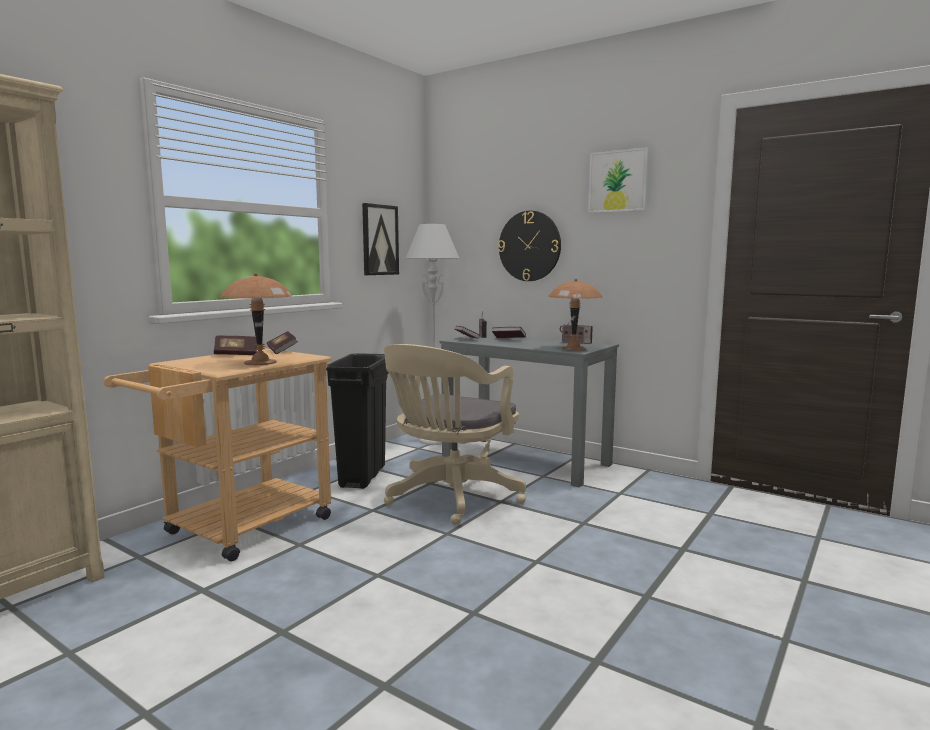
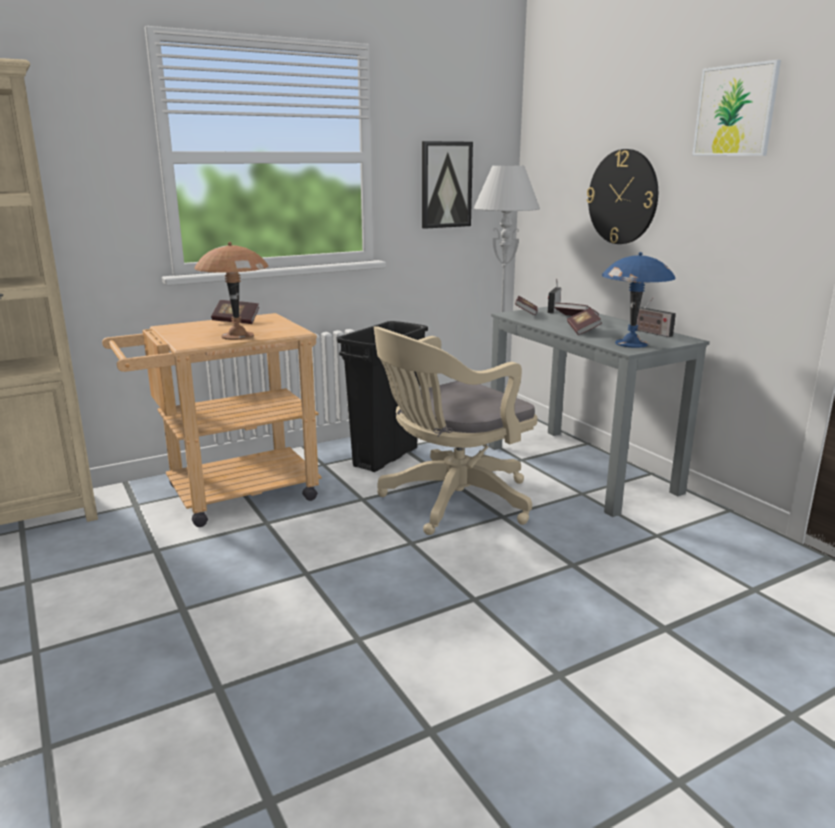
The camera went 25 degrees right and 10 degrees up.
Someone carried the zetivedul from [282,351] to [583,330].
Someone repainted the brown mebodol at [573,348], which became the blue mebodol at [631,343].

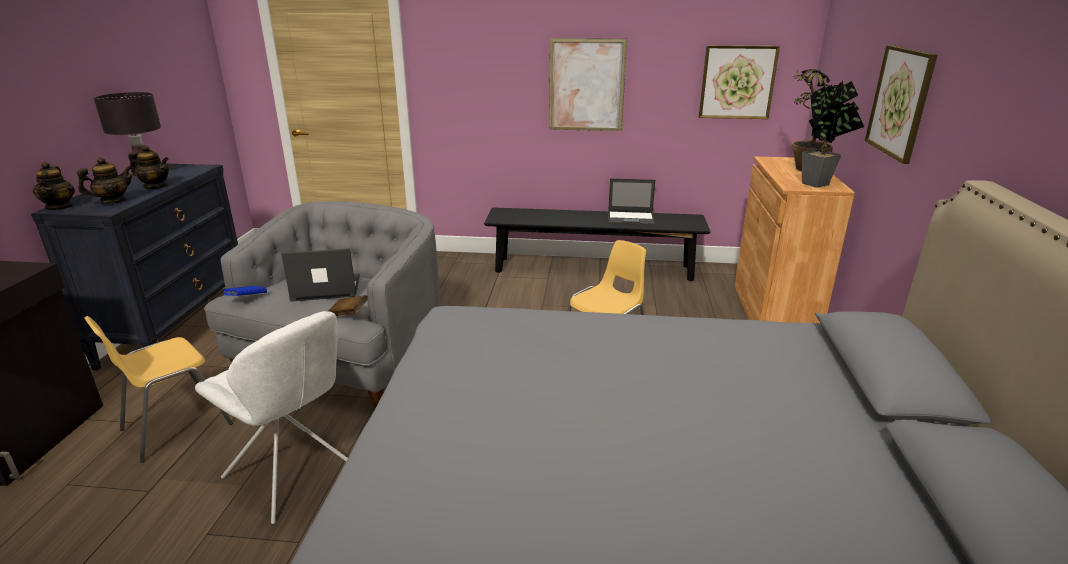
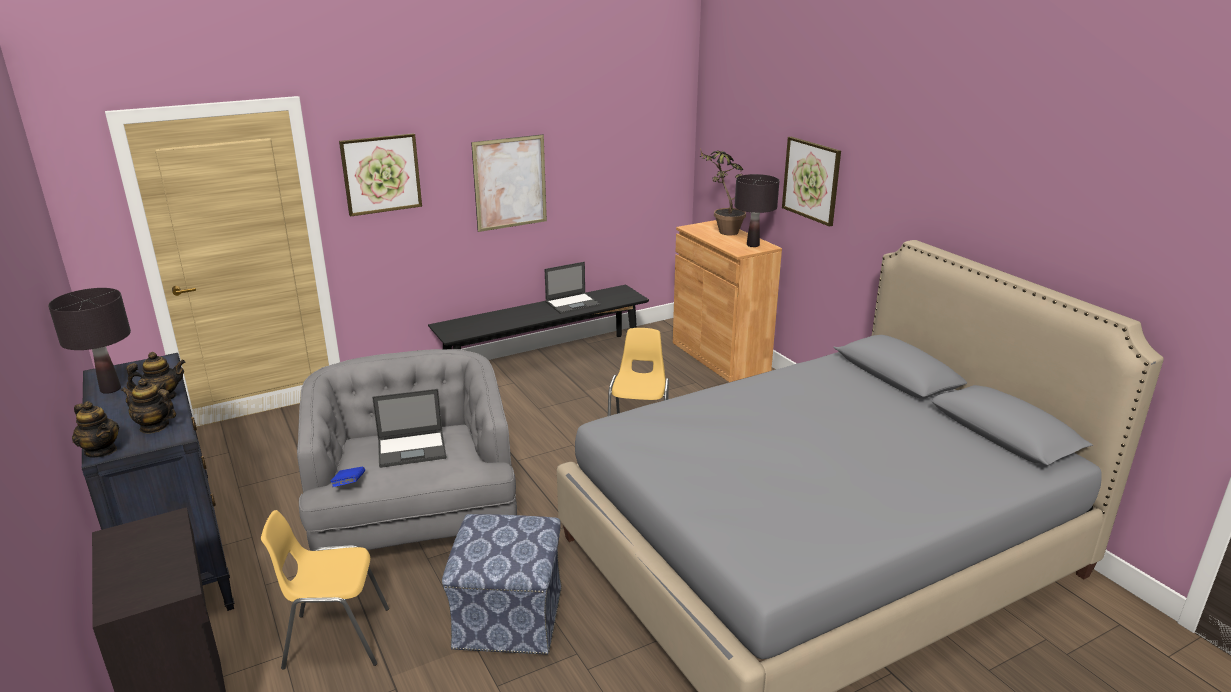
The camera went 35 degrees left and 0 degrees up.
Someone rotated the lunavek at [113,201] by 90 degrees counterclockwise.
Someone rotated the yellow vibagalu at [175,427] by 75 degrees clockwise.
Someone carried the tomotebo from [737,82] to [381,174].
Someone rotated the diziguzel at [325,288] by 150 degrees counterclockwise.
Someone swapped the white vibagalu at [293,476] for the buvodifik at [508,619].
Someone swapped the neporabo at [819,184] for the black mebodol at [753,245].
Someone took away the brown zetivedul at [349,314].

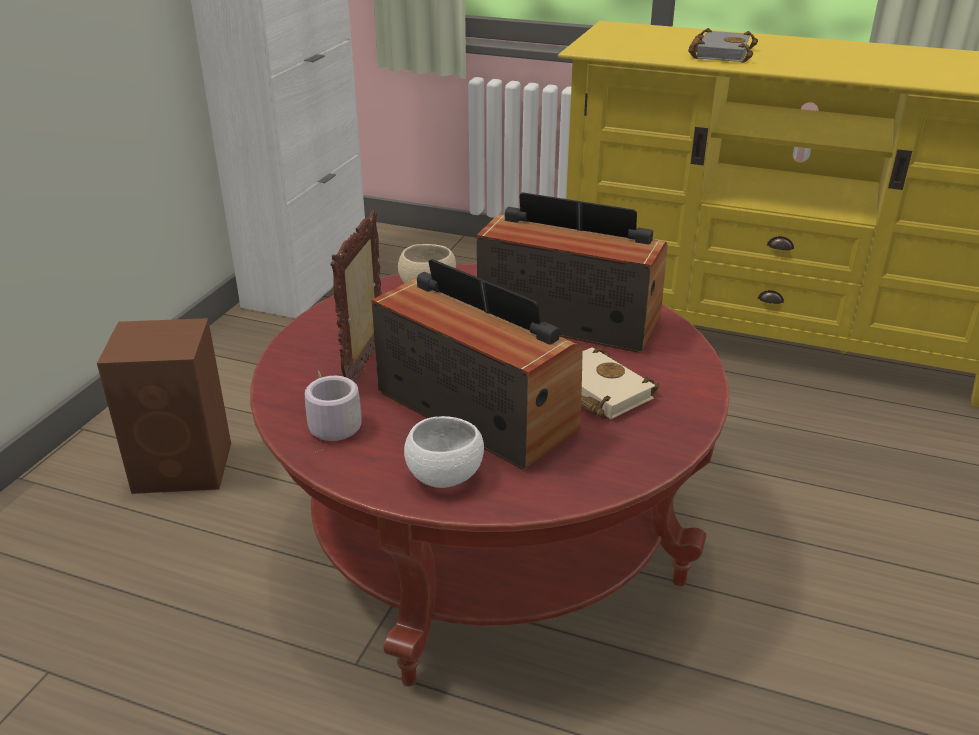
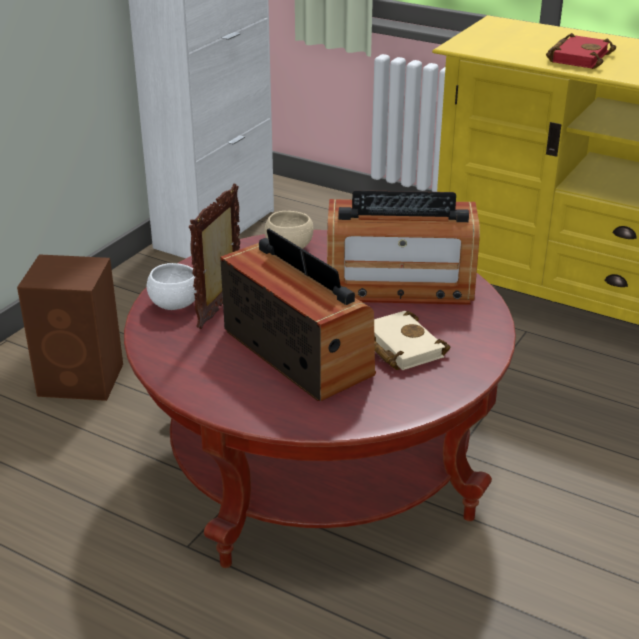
The camera went 10 degrees right and 0 degrees up.
Someone carried the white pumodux from [445,477] to [175,305].
Someone rotated the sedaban at [569,319] by 150 degrees clockwise.
Someone repainted the grey zetivedul at [719,53], which became the red zetivedul at [578,57].
Someone took away the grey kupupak at [329,425].

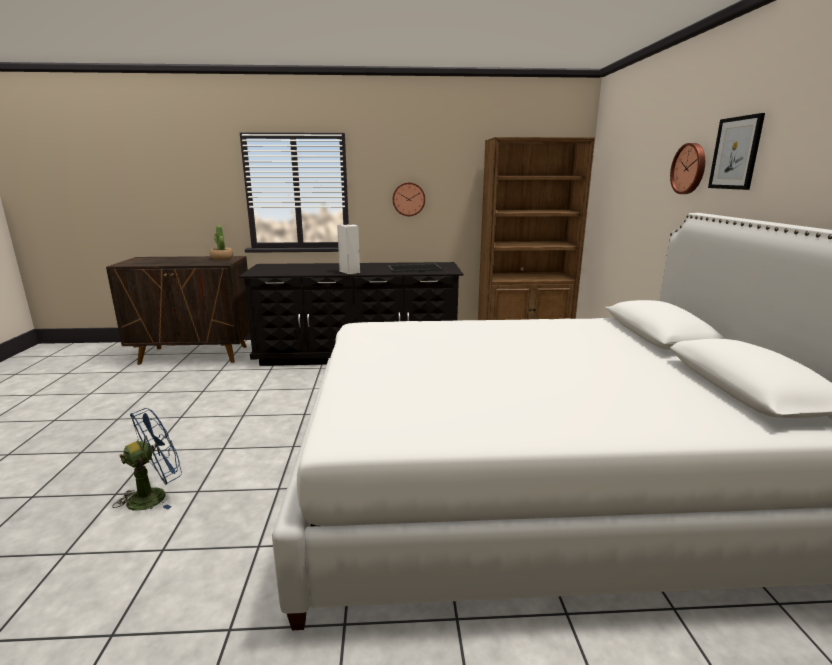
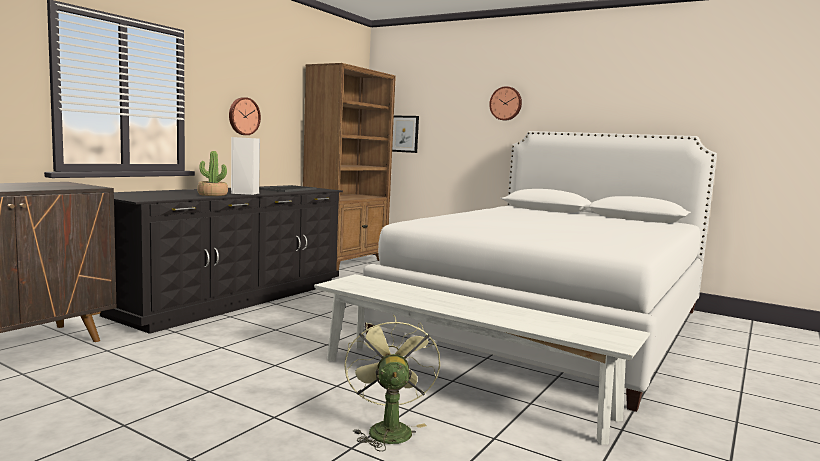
The camera went 55 degrees left and 10 degrees down.
Someone carried the neporabo from [221,258] to [212,195].
Someone put down the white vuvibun at [460,387].
Someone repainted the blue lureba at [155,495], which became the green lureba at [387,428].
Someone carried the tomotebo from [735,153] to [404,134].

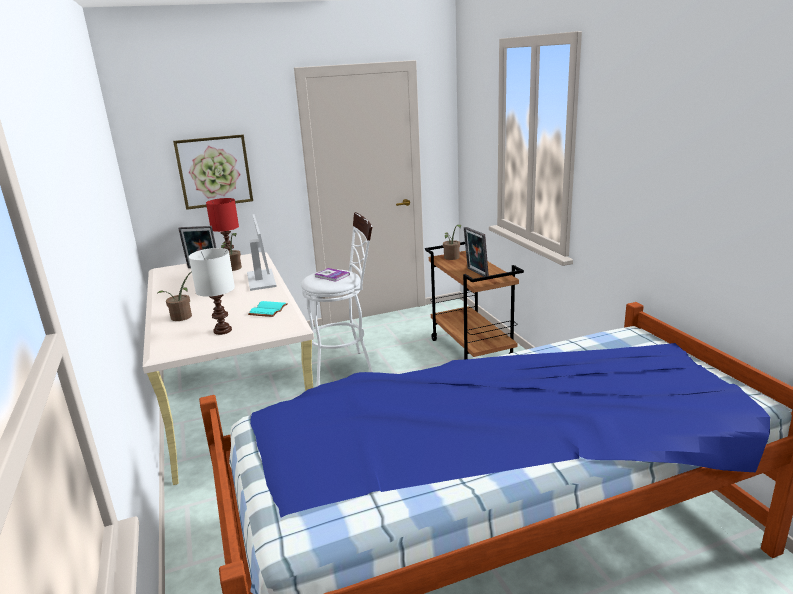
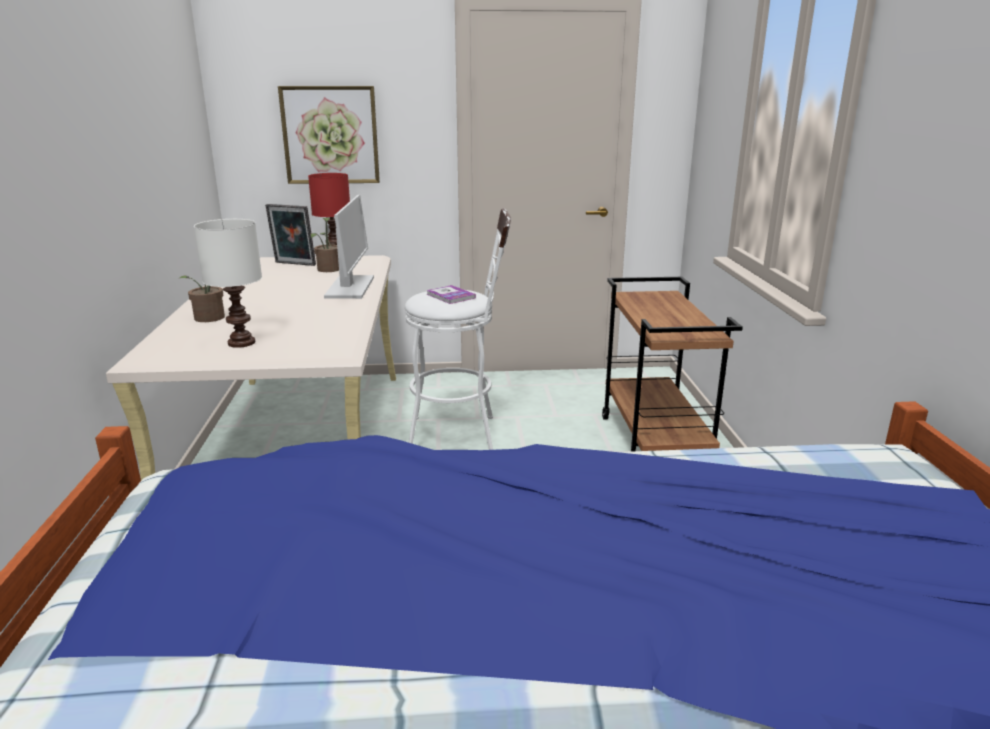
The camera went 15 degrees right and 0 degrees up.
Someone took away the turquoise zetivedul at [269,310].
Someone took away the neporabo at [452,258].
Someone took away the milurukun at [476,273].

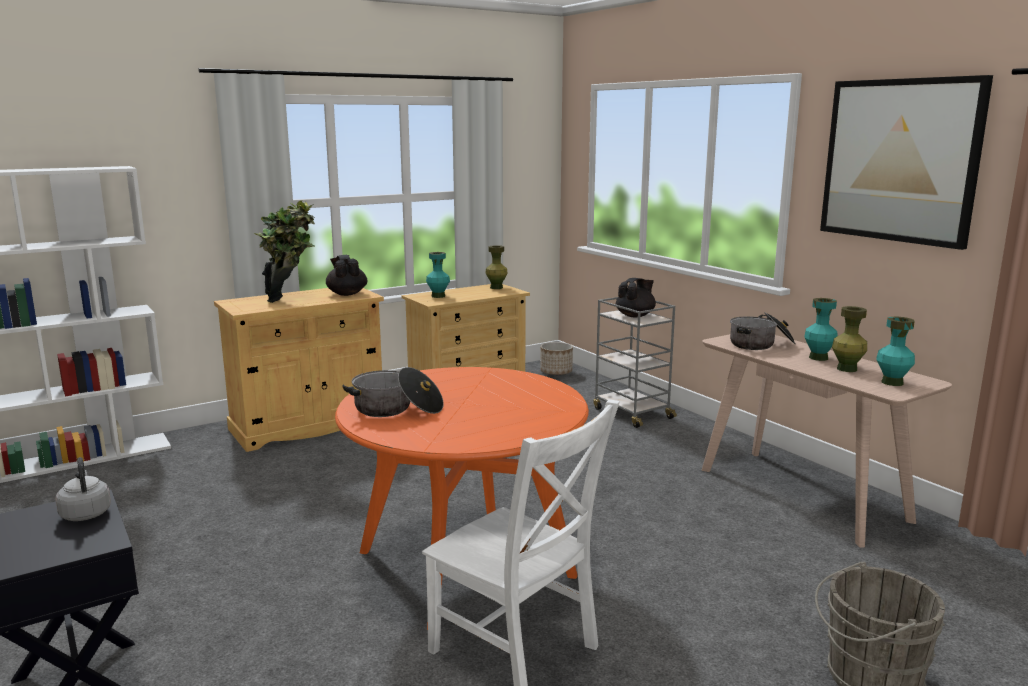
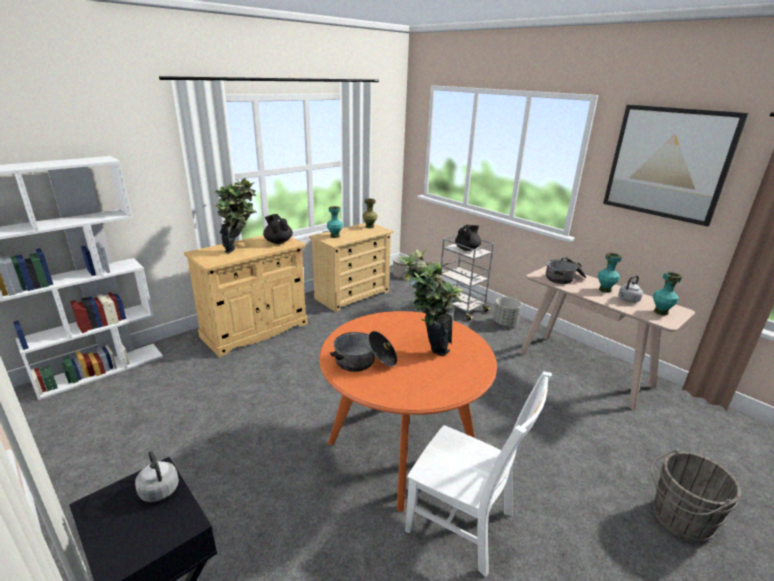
The camera went 10 degrees left and 10 degrees up.
Someone put down the neporabo at [426,347].
Someone put down the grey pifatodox at [505,323].
Someone swapped the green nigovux at [847,369] for the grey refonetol at [627,300].

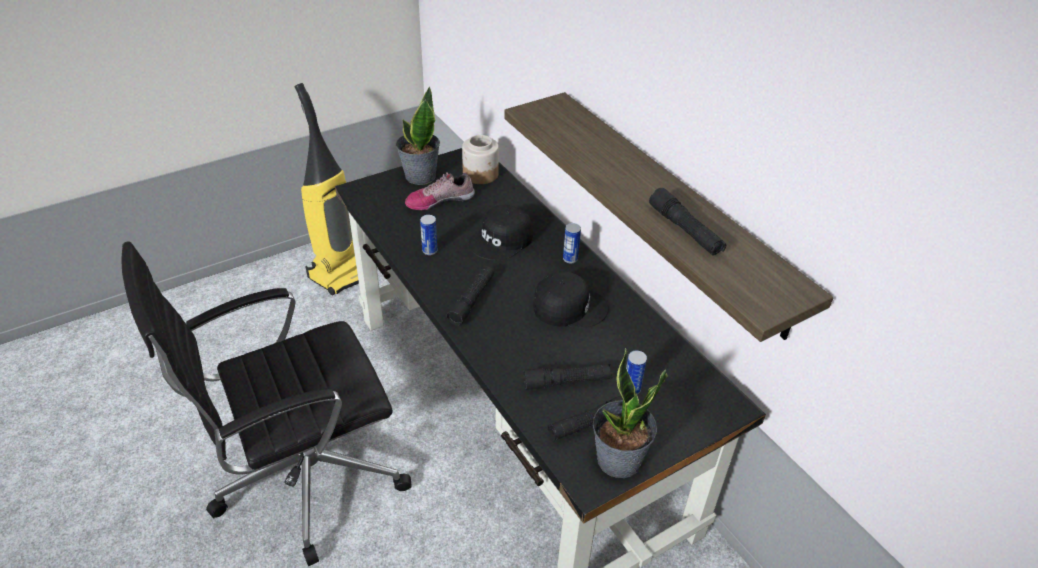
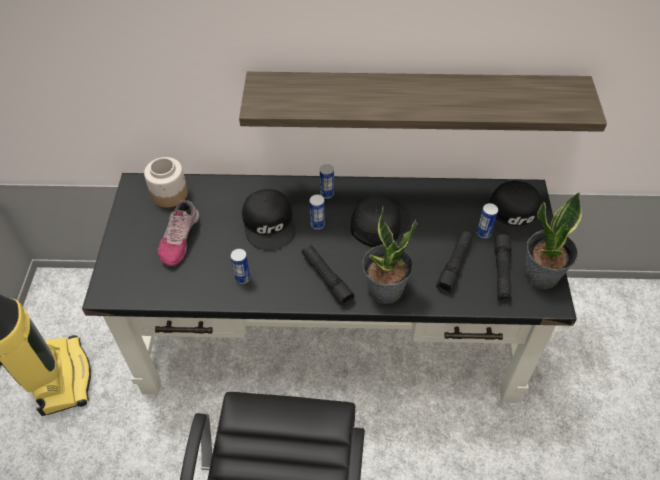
The camera went 55 degrees left and 10 degrees up.
Someone put down the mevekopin at [317,224].
Someone carried the neporabo from [419,176] to [385,290].
Someone put down the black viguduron at [516,215].
Someone took away the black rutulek at [685,230].

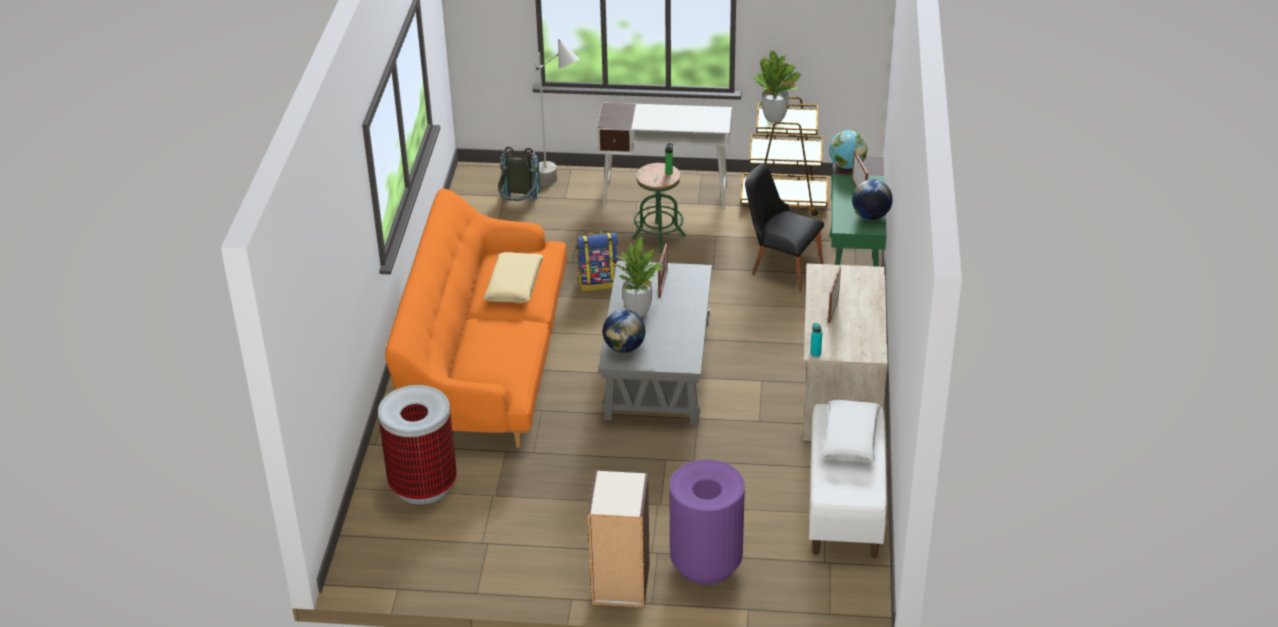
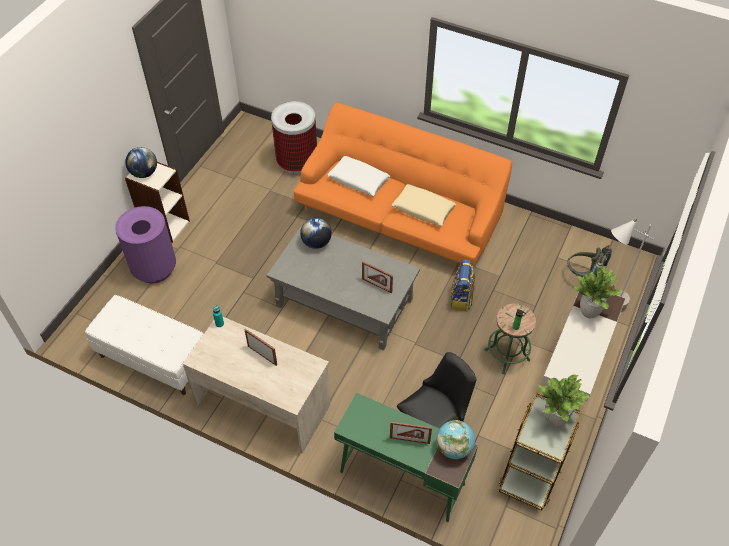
The camera went 110 degrees right and 15 degrees up.
Someone carried the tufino from [870,216] to [144,173].
Someone carried the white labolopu from [850,438] to [358,180].
Someone carried the neporabo from [637,311] to [589,312].

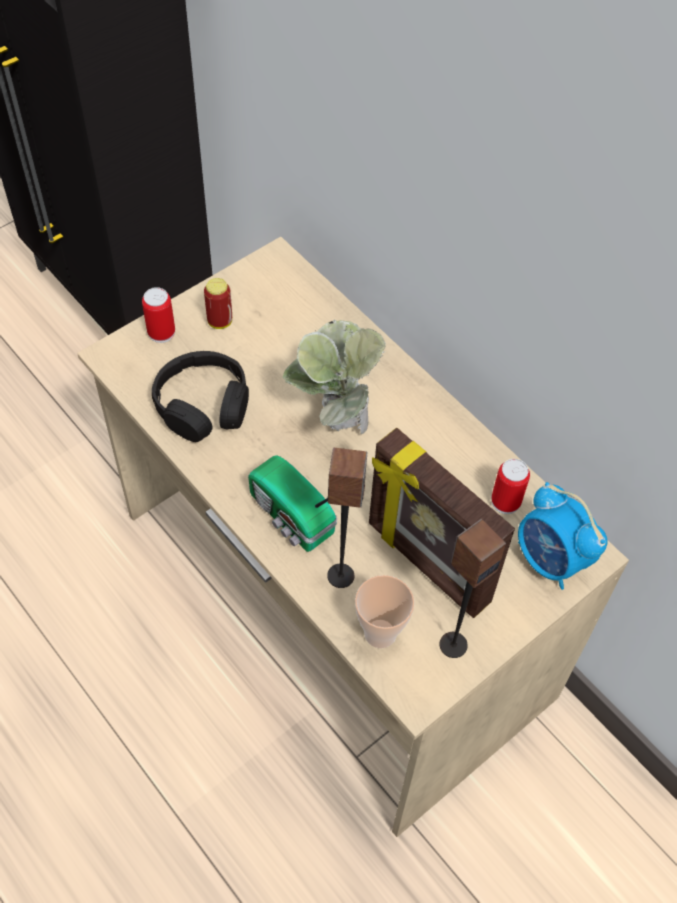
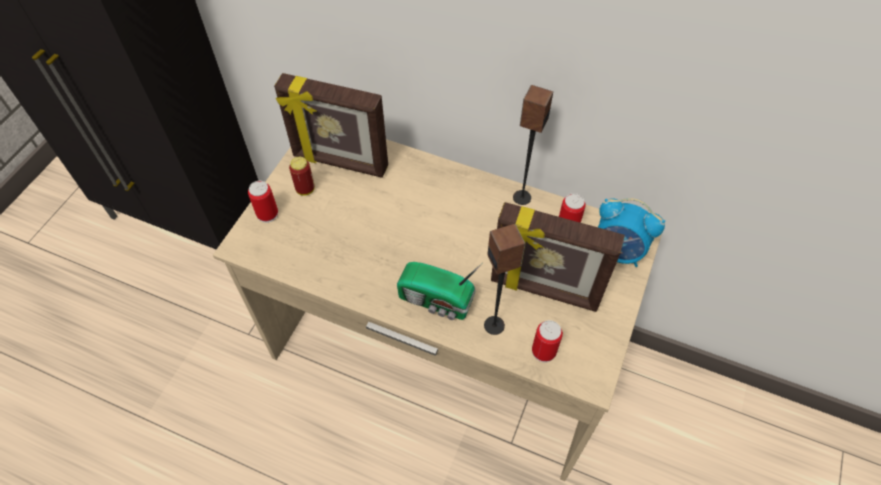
The camera went 25 degrees left and 0 degrees up.
Someone put down the milurukun at [340,163].
Someone carried the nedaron from [453,644] to [521,197].
Someone swapped the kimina at [380,633] for the mevekopin at [543,351].
Someone took away the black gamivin at [203,405].
Someone took away the neporabo at [335,424].

